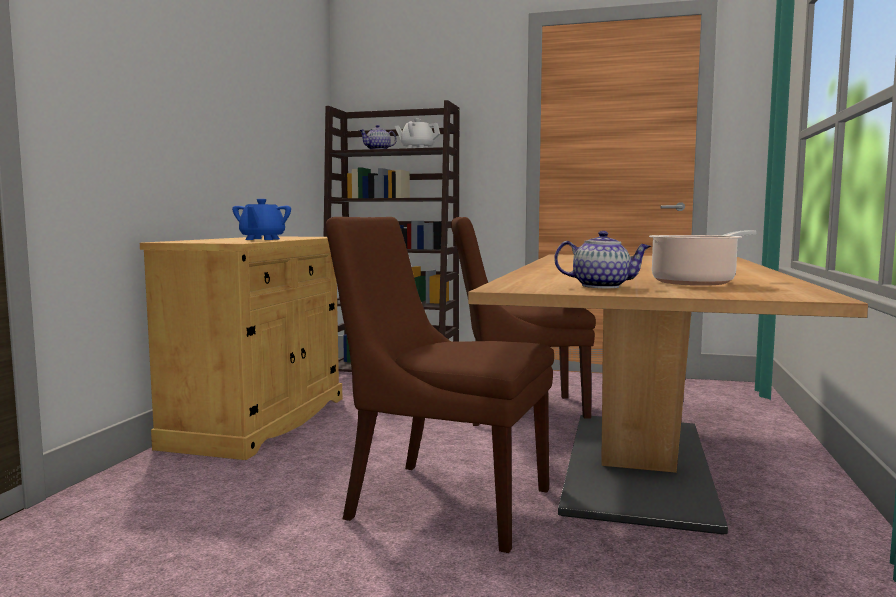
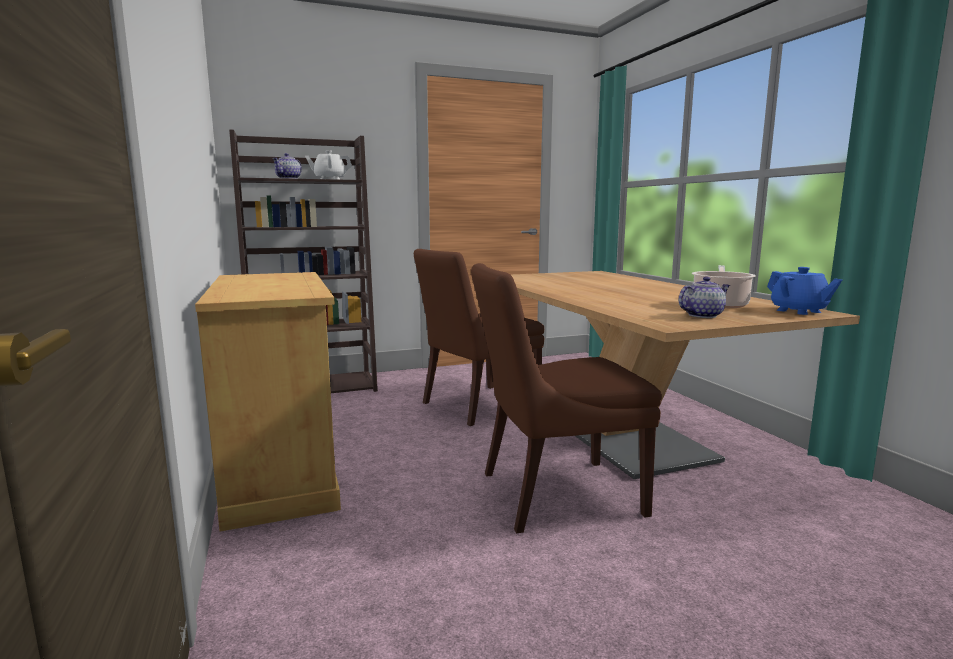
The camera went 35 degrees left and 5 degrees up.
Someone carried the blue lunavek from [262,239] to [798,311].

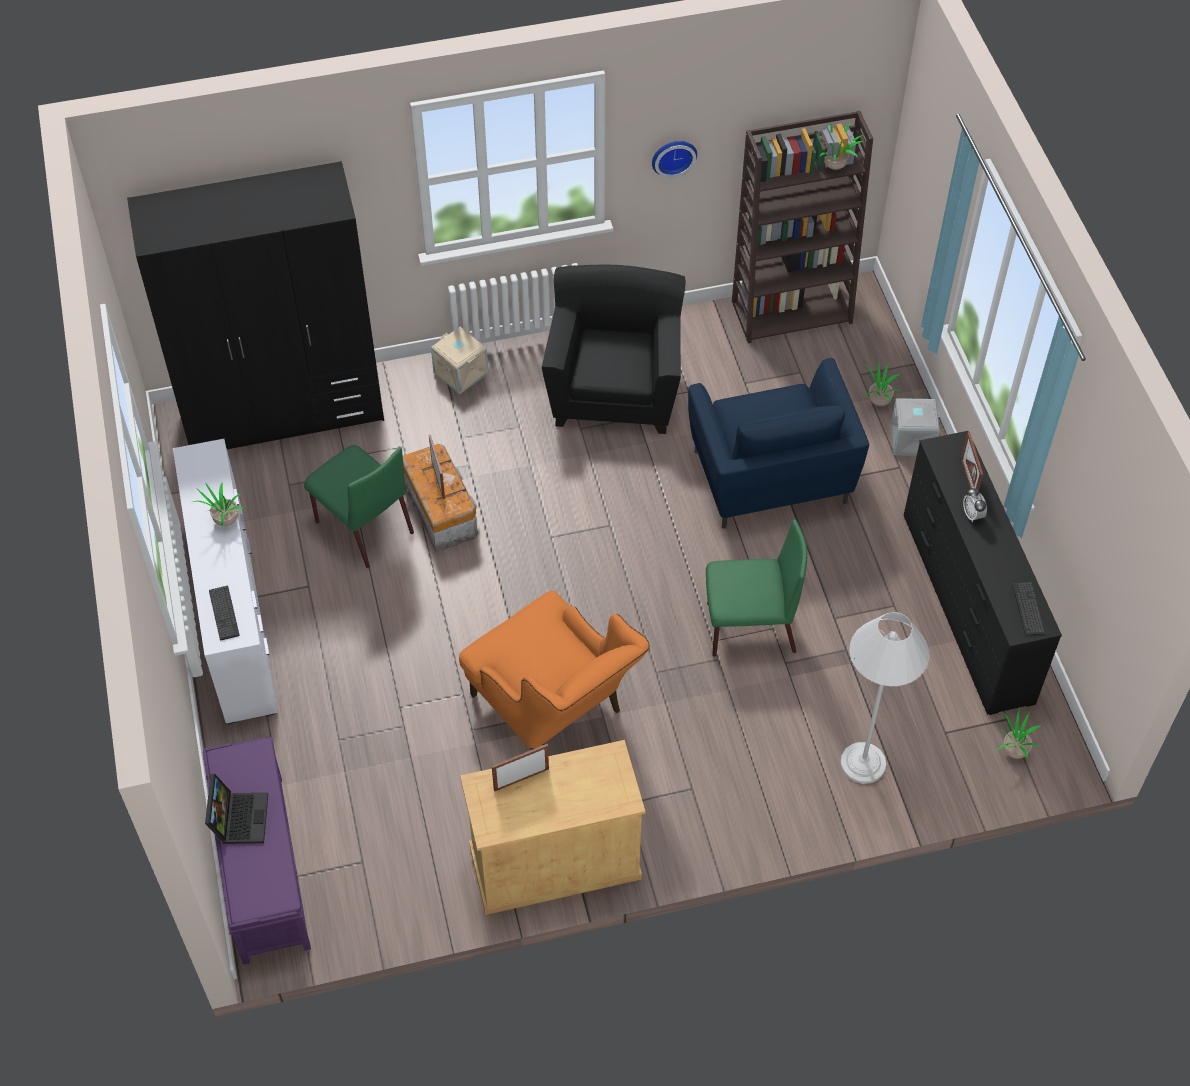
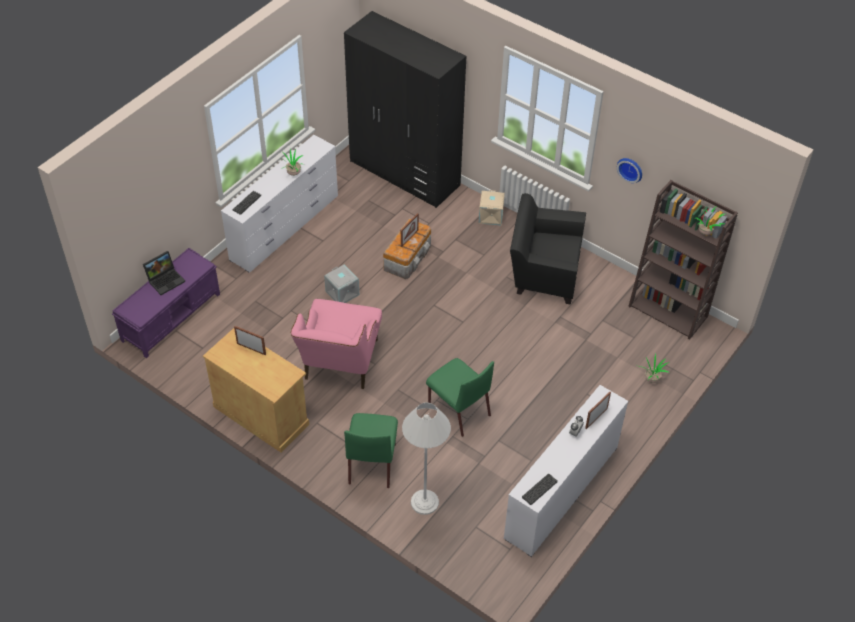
The camera went 50 degrees right and 5 degrees down.
Someone repainted the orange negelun at [555,714], which became the pink negelun at [339,366].
Someone carried the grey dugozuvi from [911,440] to [341,293].
Someone carried the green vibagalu from [363,526] to [372,463].
Someone repainted the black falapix at [966,608], which became the white falapix at [561,492].
Someone rotated the black negelun at [615,389] by 135 degrees counterclockwise.
Someone took away the blue negelun at [770,479].
Someone took away the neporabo at [1012,750].

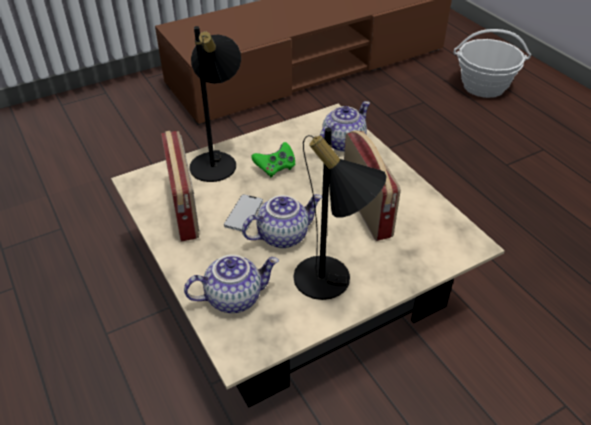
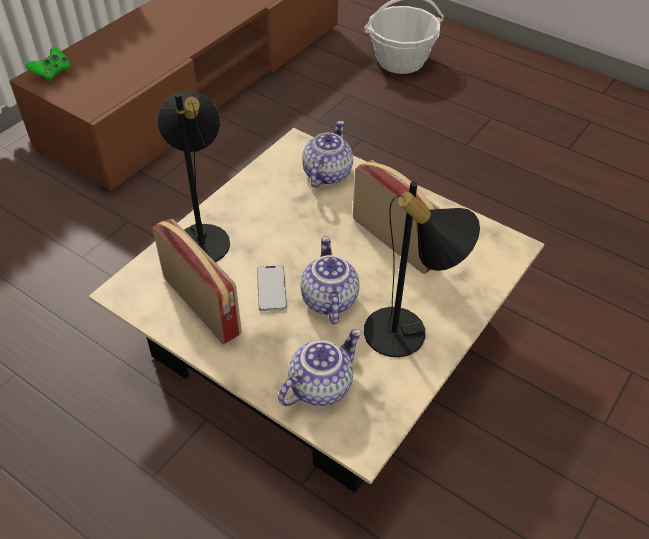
The camera went 25 degrees left and 5 degrees up.
Someone carried the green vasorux from [275,168] to [52,73].
Someone rotated the lunavek at [282,235] by 45 degrees counterclockwise.

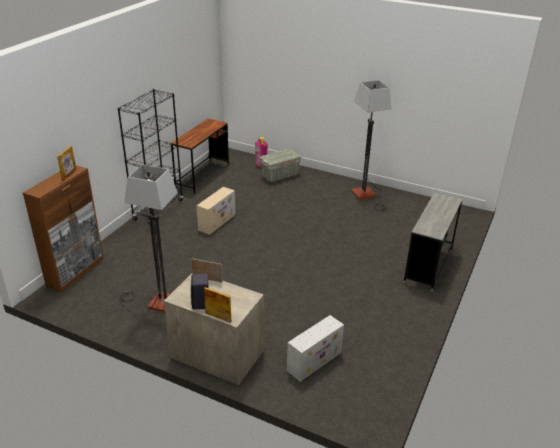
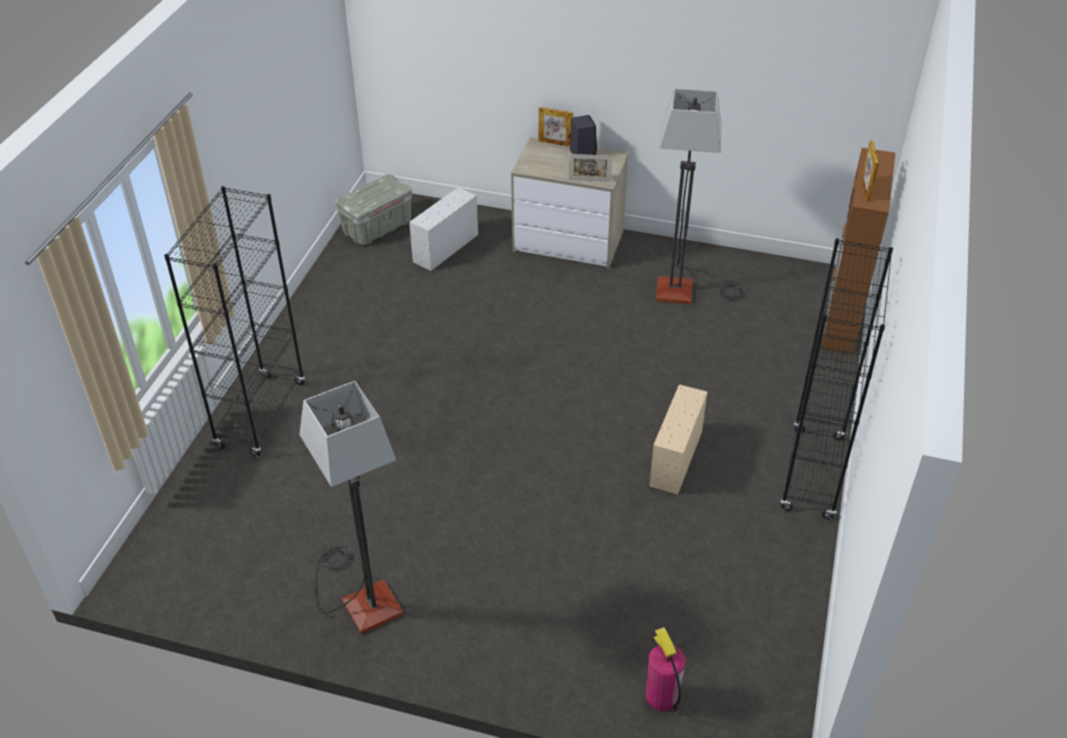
The camera went 170 degrees right and 10 degrees up.
Someone swapped the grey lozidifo at [428,265] for the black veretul at [261,415].
Someone carried the grey dugozuvi from [280,175] to [377,227].
Someone took away the brown lozidifo at [202,176].

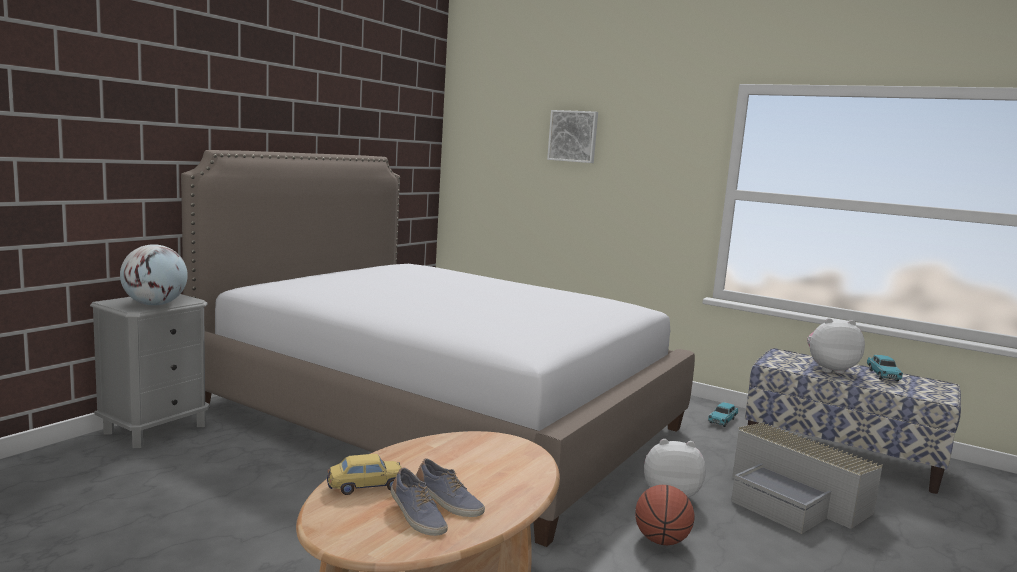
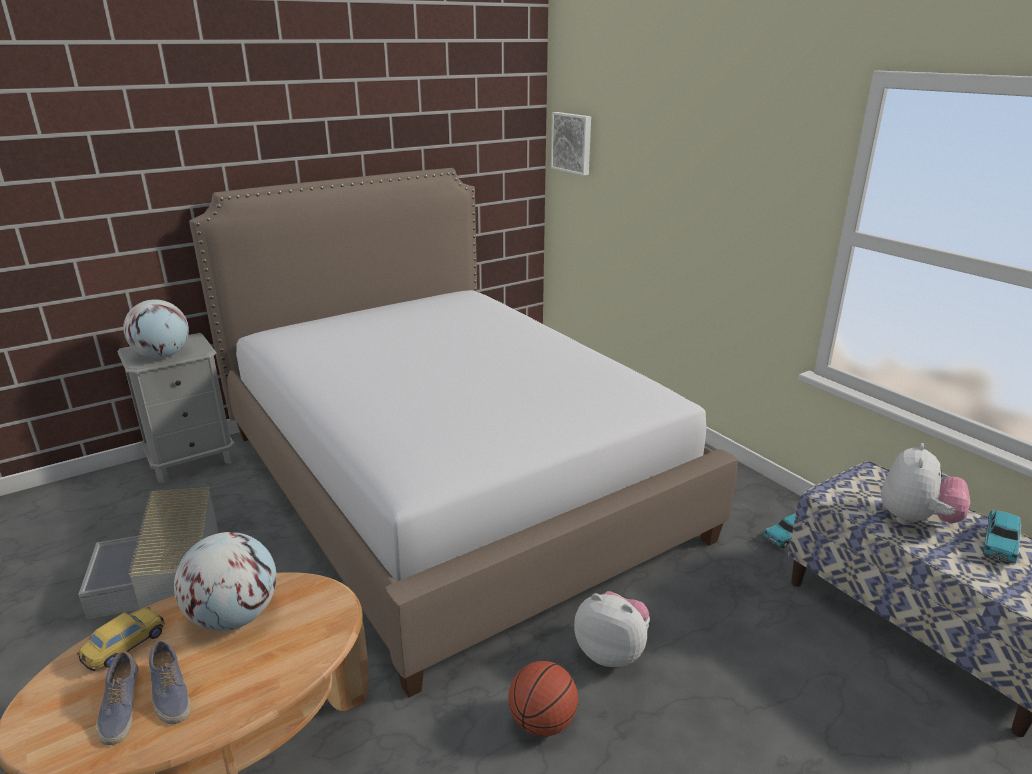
The camera went 25 degrees right and 15 degrees up.
Someone rotated the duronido at [365,486] by 60 degrees counterclockwise.
Someone carried the grey dugozuvi from [795,500] to [165,578].
Someone put down the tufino at [234,617].
Someone carried the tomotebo from [573,136] to [572,143].
Someone rotated the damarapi at [829,369] by 90 degrees clockwise.

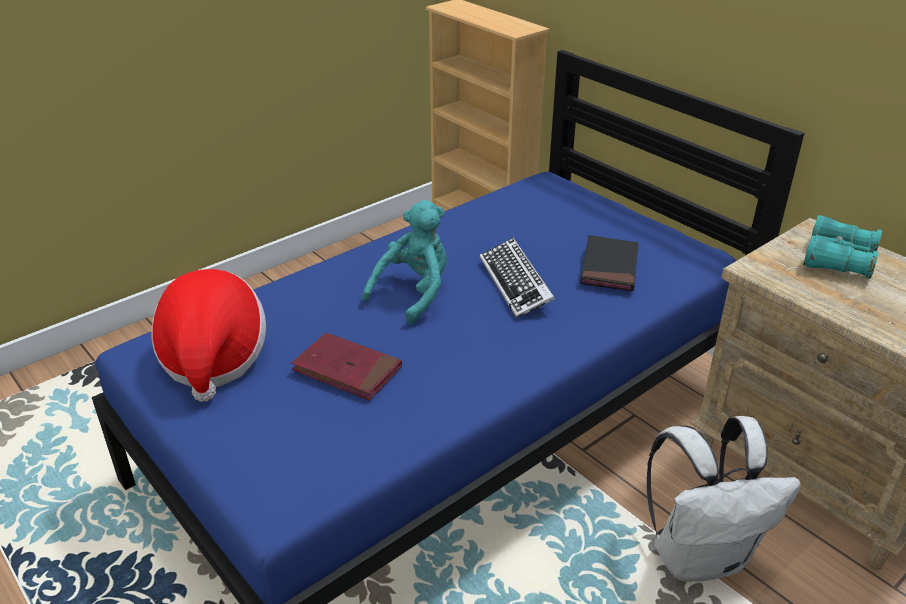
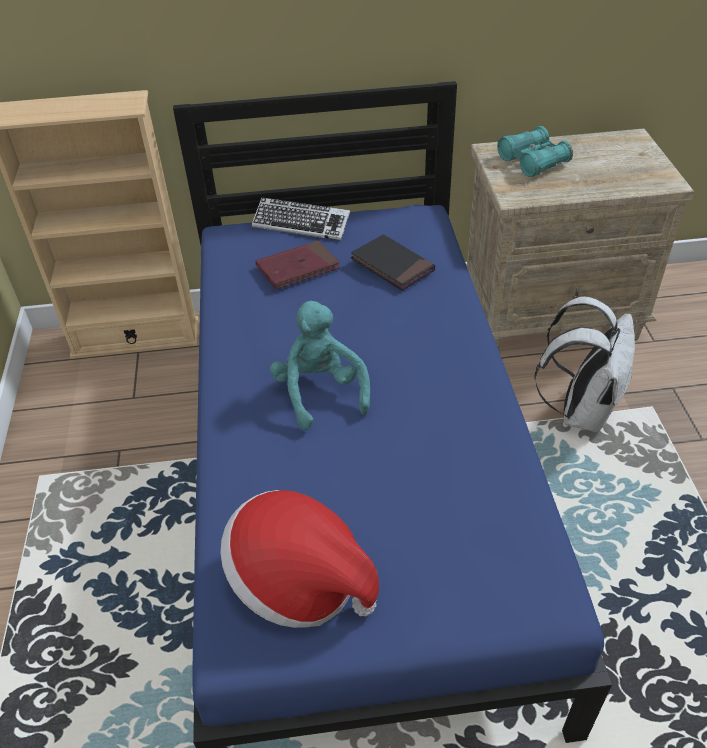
The camera went 55 degrees left and 10 degrees up.
Someone carried the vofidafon from [515,283] to [301,224].
Someone carried the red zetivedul from [347,370] to [298,268].

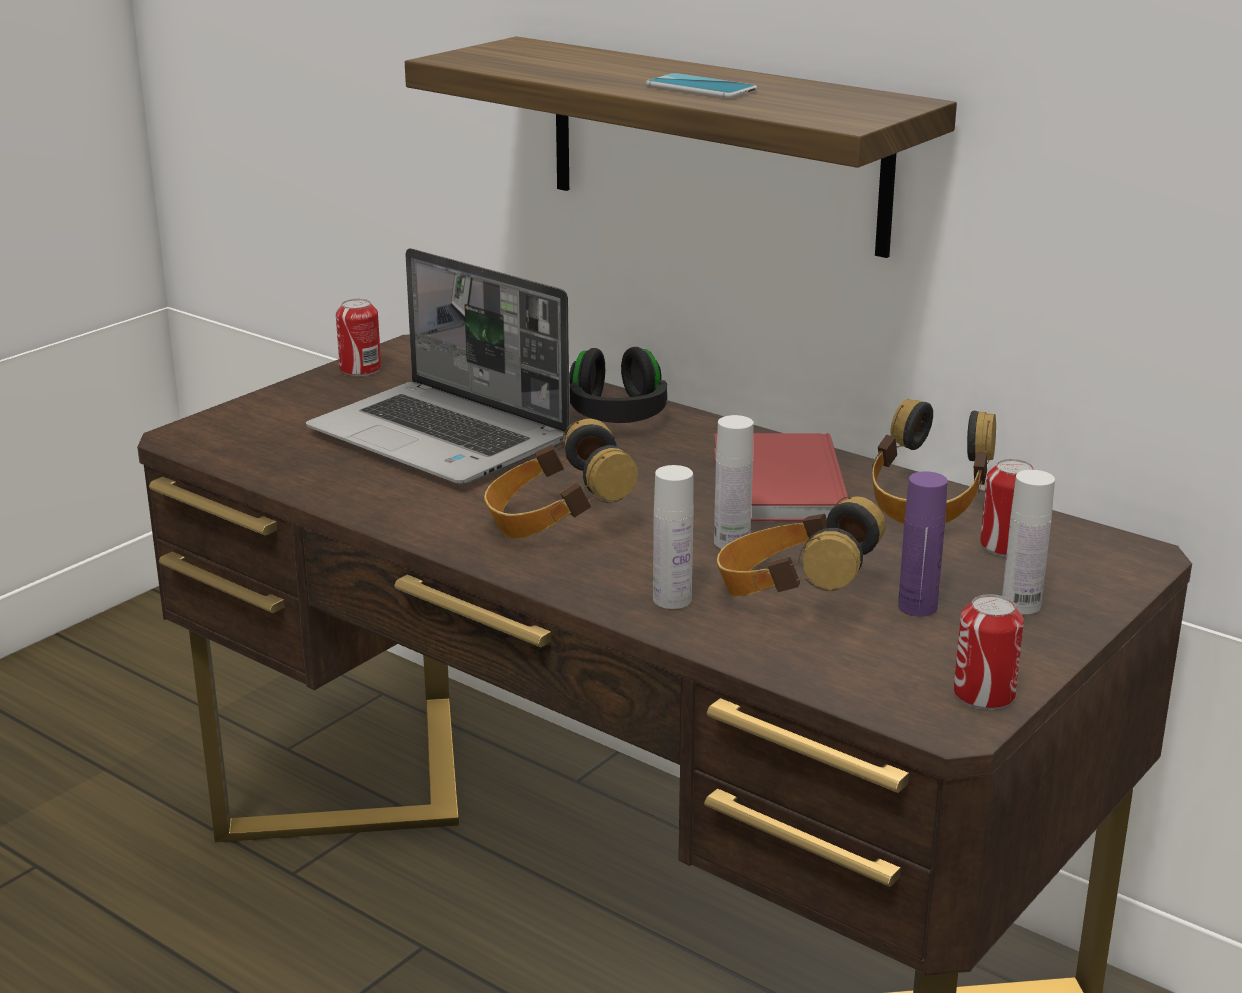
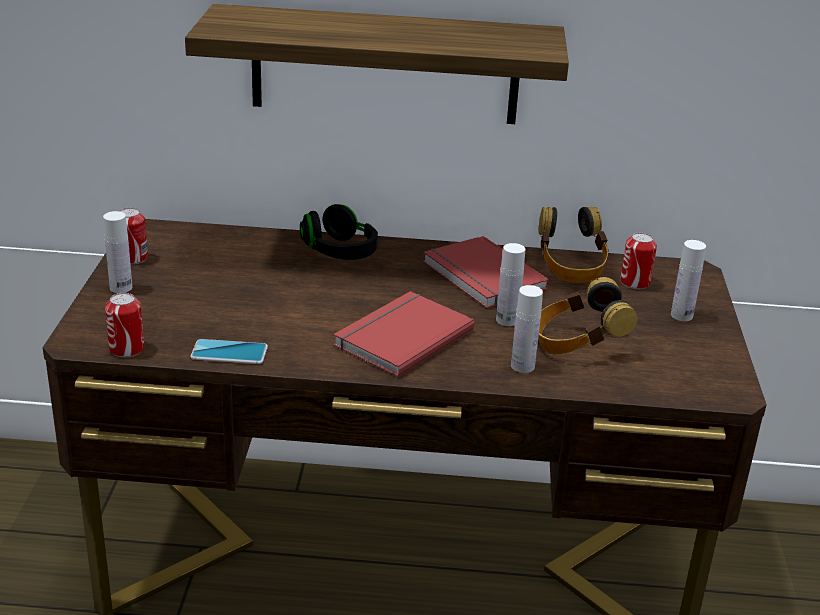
The camera went 35 degrees left and 5 degrees up.
Someone put down the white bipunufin at [121,287].
Someone carried the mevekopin from [984,694] to [126,348].
Someone carried the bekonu from [701,88] to [229,353].
Someone swapped the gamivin at [556,524] for the red zetivedul at [400,336].
Someone took away the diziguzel at [442,438].
Someone took away the purple bipunufin at [917,607].

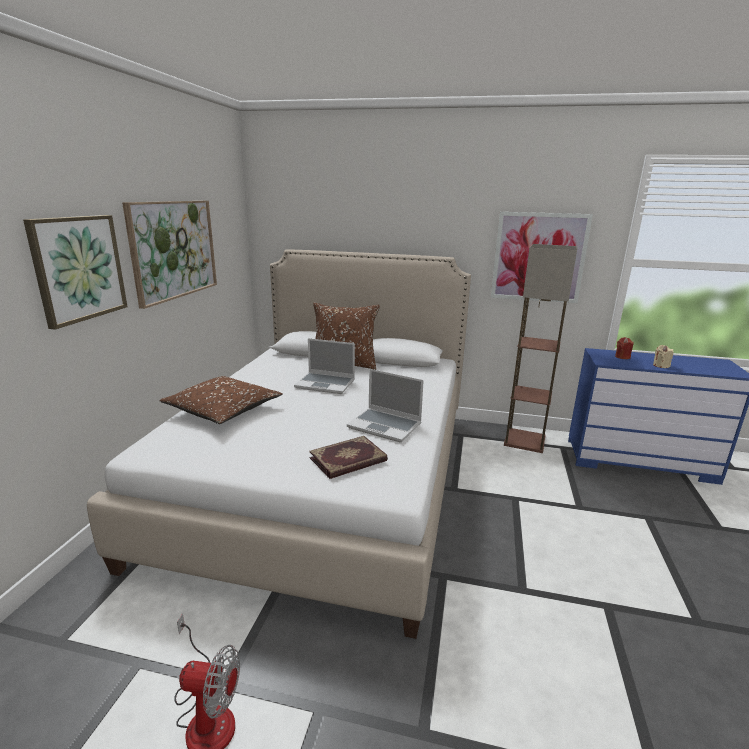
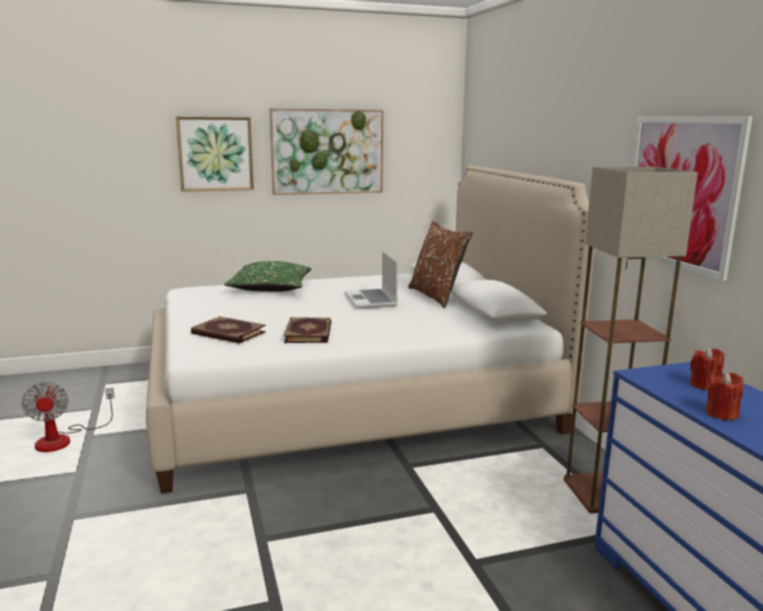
The camera went 60 degrees right and 5 degrees down.
Someone repainted the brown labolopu at [223,410], which became the green labolopu at [271,289].
Someone swapped the diziguzel at [385,426] for the zetivedul at [309,333].
Someone repainted the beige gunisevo at [661,365], which became the red gunisevo at [721,414].

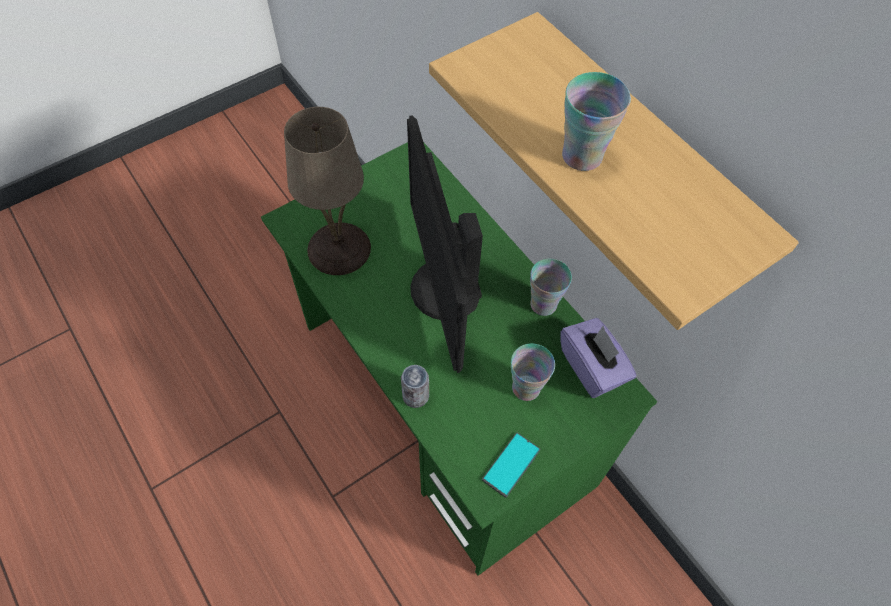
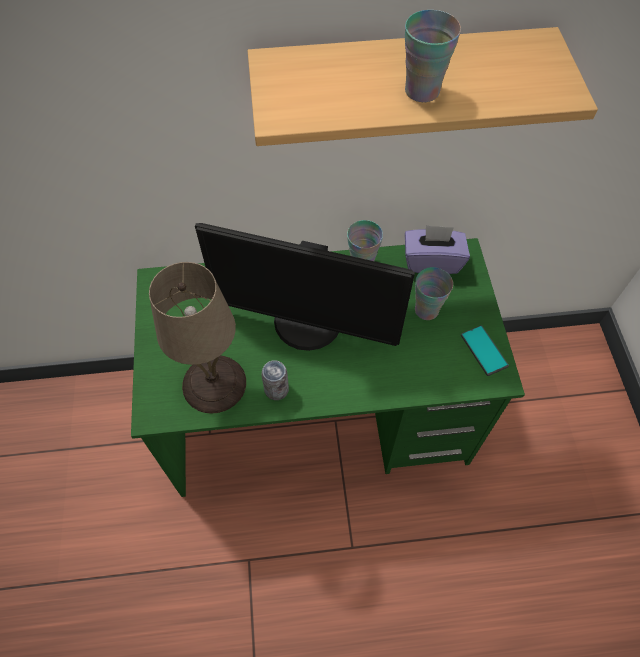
The camera went 60 degrees left and 0 degrees up.
Someone carried the mevekopin from [415,396] to [276,389].

